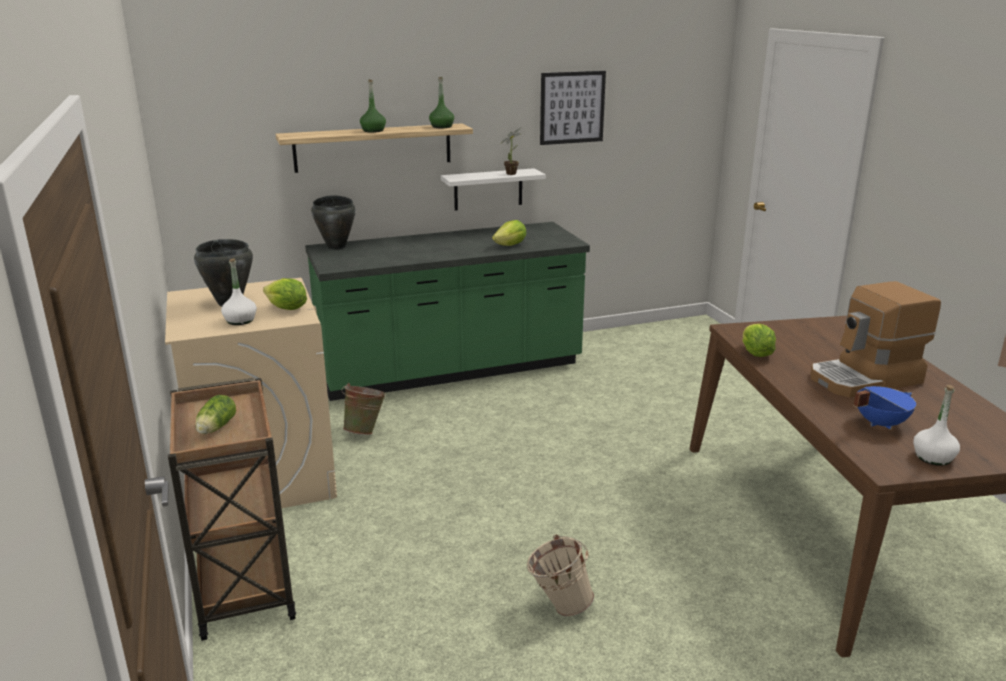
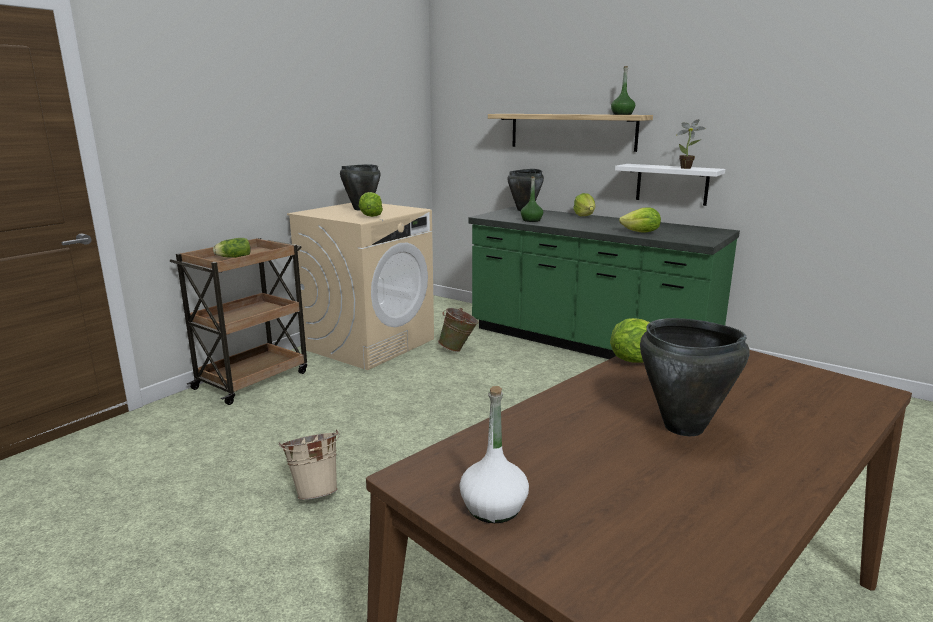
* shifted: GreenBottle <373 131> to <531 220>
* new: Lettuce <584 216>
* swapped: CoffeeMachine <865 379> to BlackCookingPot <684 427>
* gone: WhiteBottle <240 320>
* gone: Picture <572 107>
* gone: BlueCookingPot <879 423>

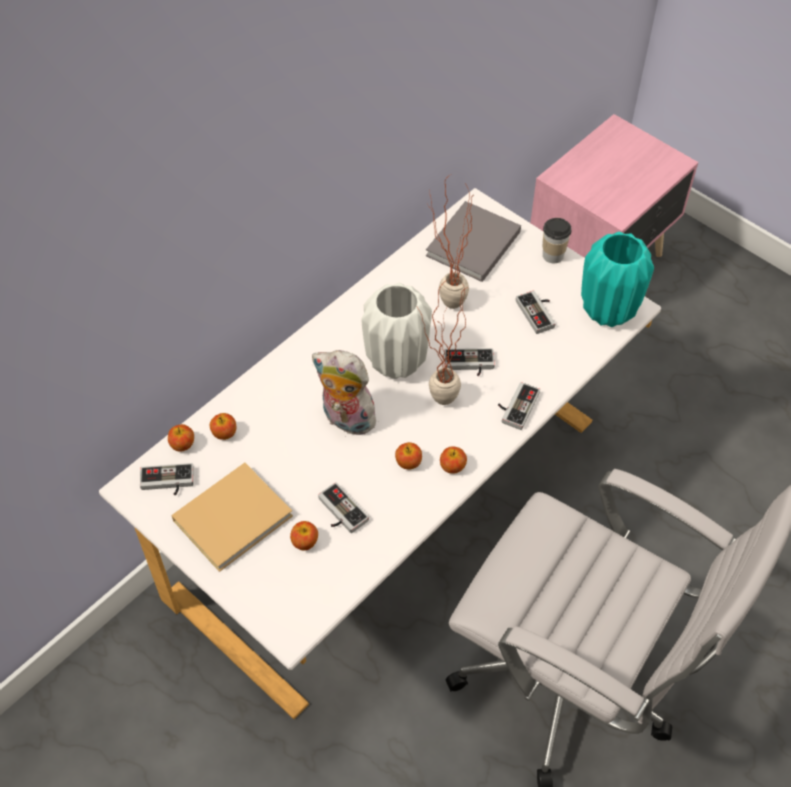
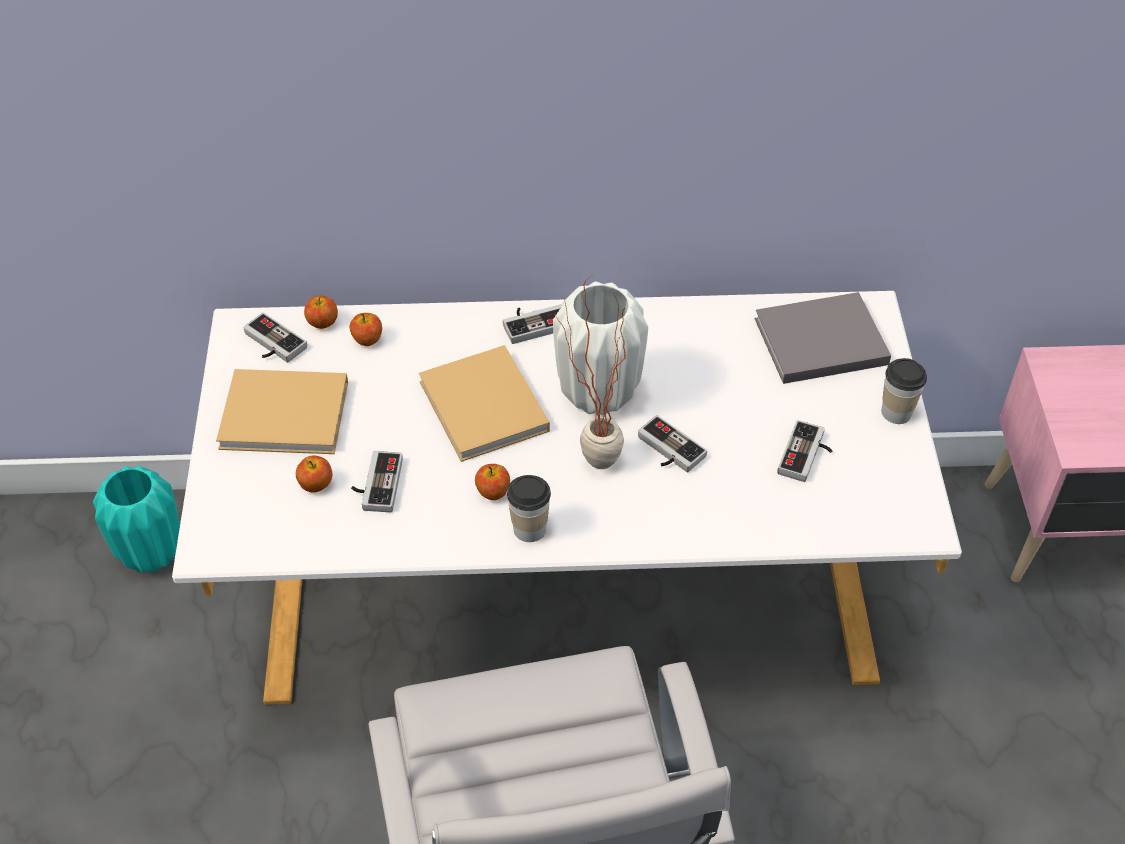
* shifted: TurquoiseVase <609 312> to <152 554>
* swapped: PlushToy <345 420> to BeigeBook <485 409>
* shifted: GameController <515 406> to <534 323>
* swapped: Apple <452 467> to Cup <529 529>
* gone: PottedPlant <443 304>

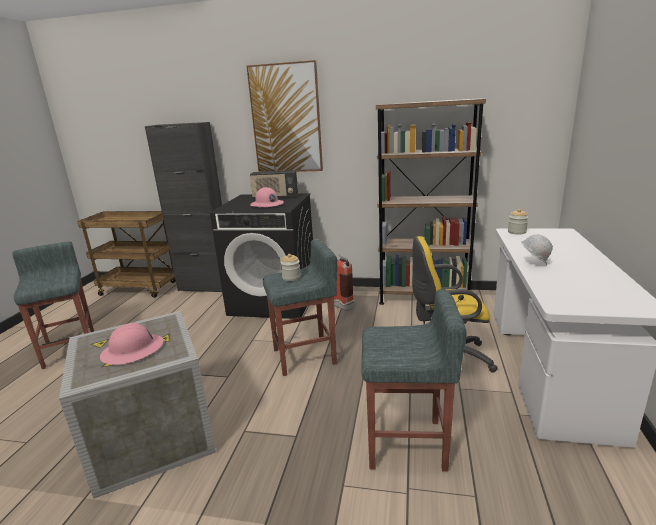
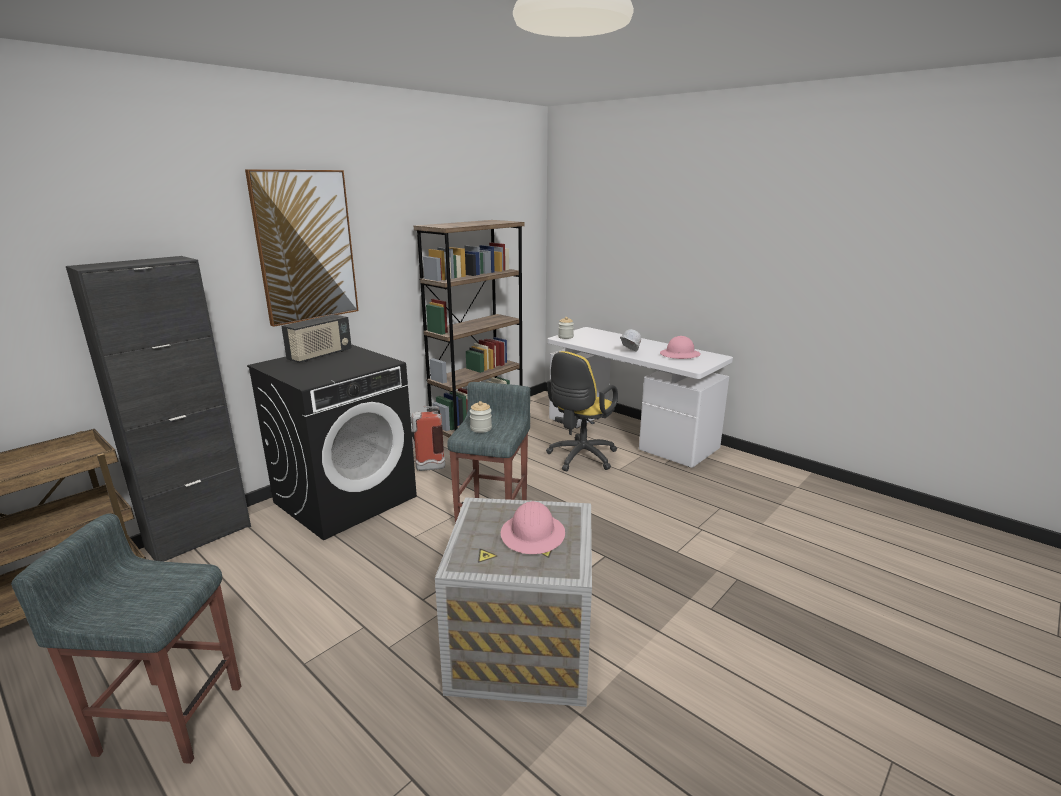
* shifted: PinkHardHat <267 204> to <680 355>
* gone: GreyStool <407 444>

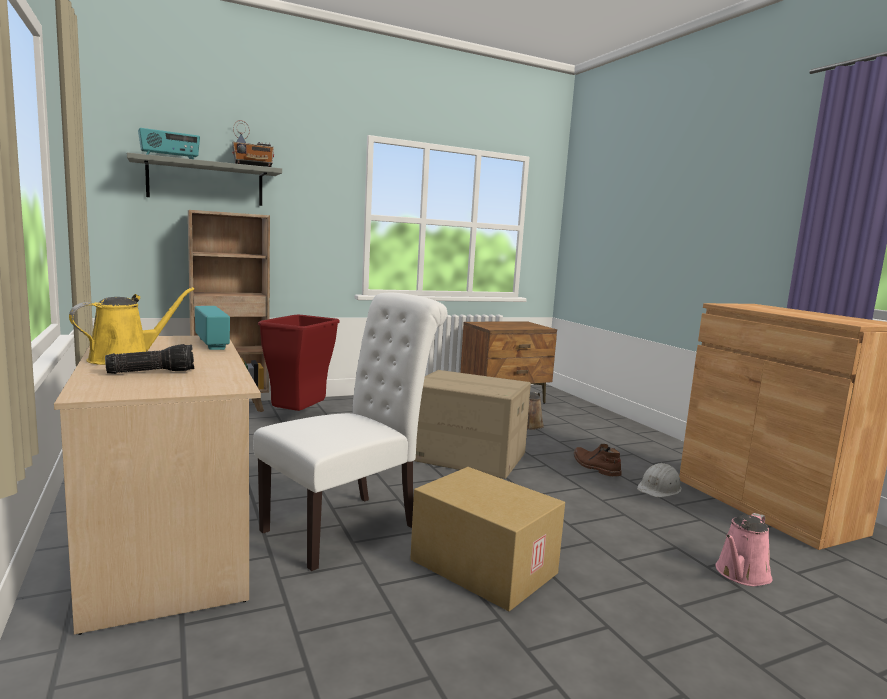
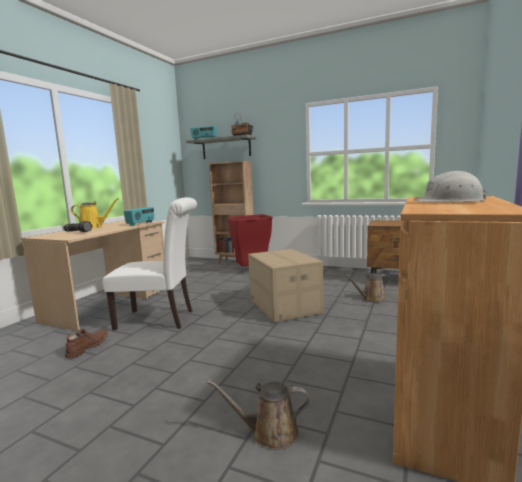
* shifted: BrownBoot <595 467> to <87 347>
* repainted: PinkWateringCan <741 574> to BrownWateringCan <269 433>
* shifted: WhiteHardHat <659 488> to <450 201>
* gone: CardboardBox <481 567>

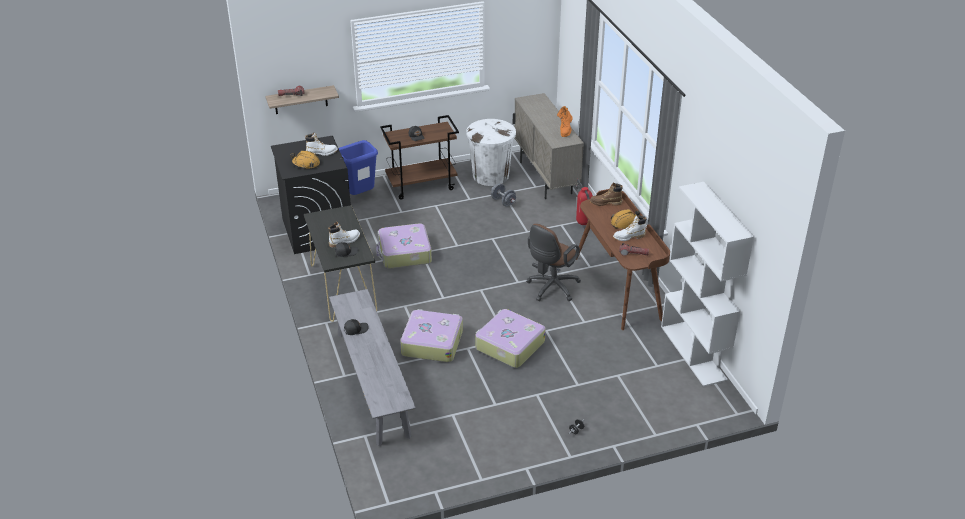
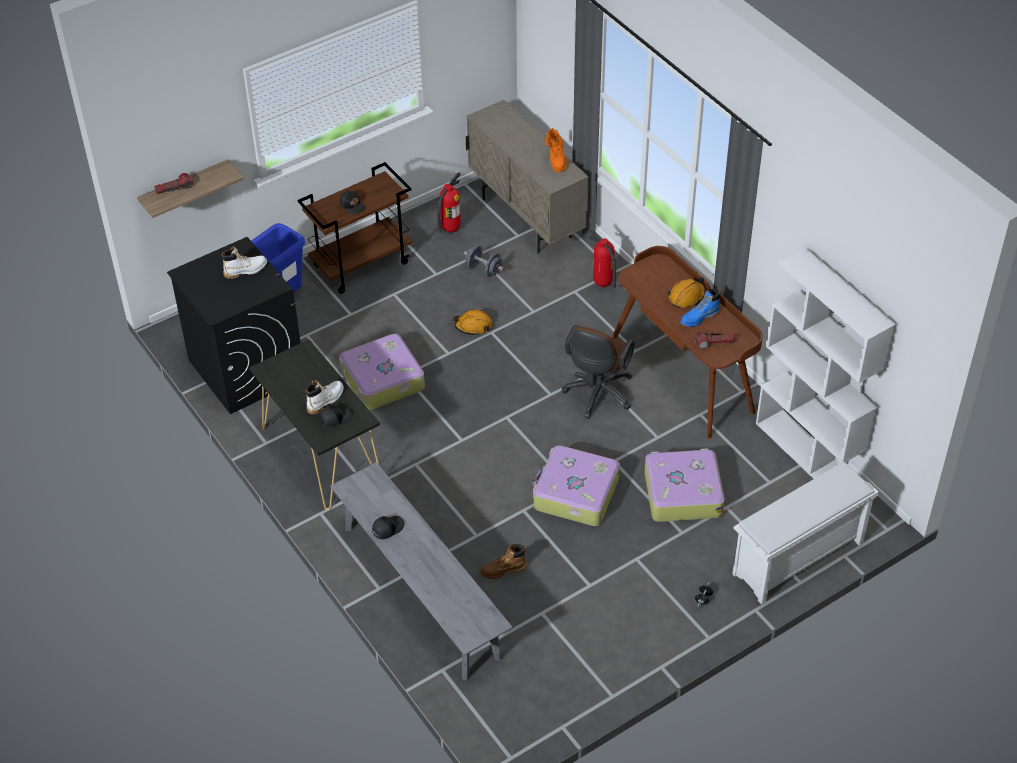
* swapped: WhiteTrashCan <490 176> to FireExtinguisher <450 229>
* shifted: OrangeHardHat <306 164> to <473 326>
* shifted: BrownBoot <605 203> to <503 570>
* shifted: Suitcase <432 342> to <682 493>
* repainted: WhiteBoot <629 237> to BlueBoot <699 318>
* new: WhiteShoeRack <797 559>

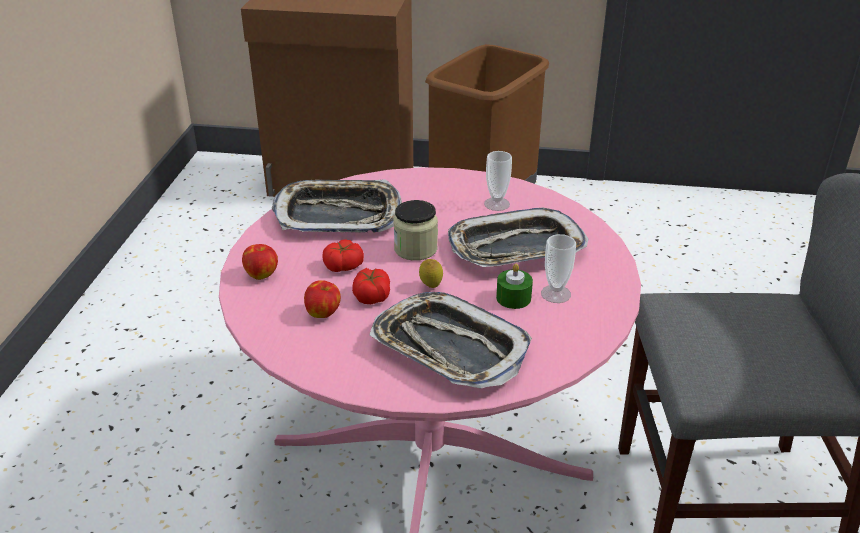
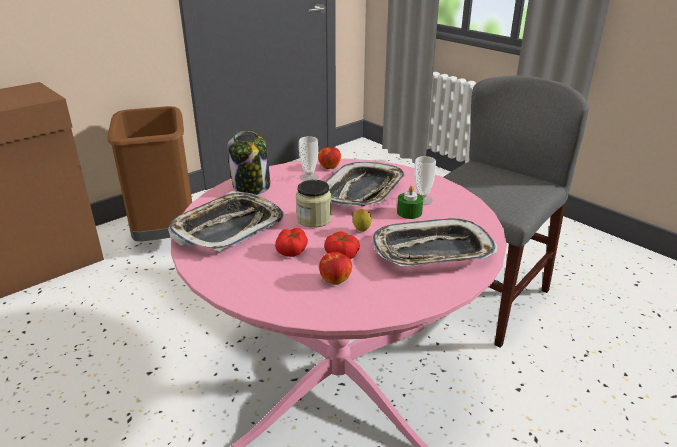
* new: Jar <252 186>
* shifted: Apple <262 274> to <329 167>

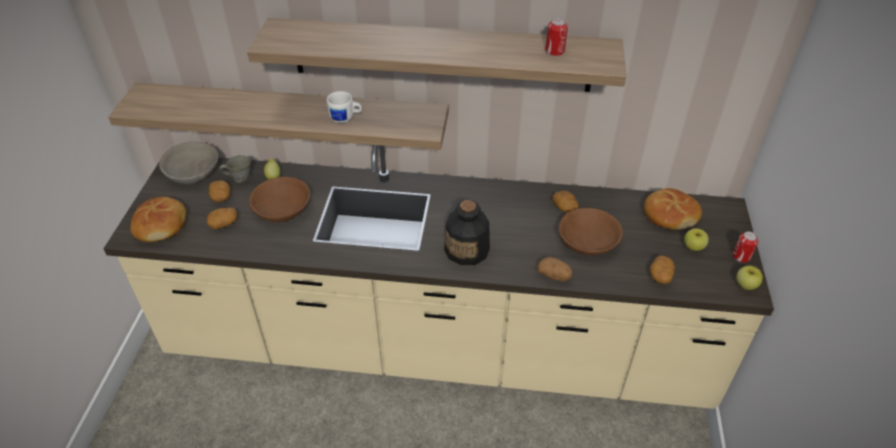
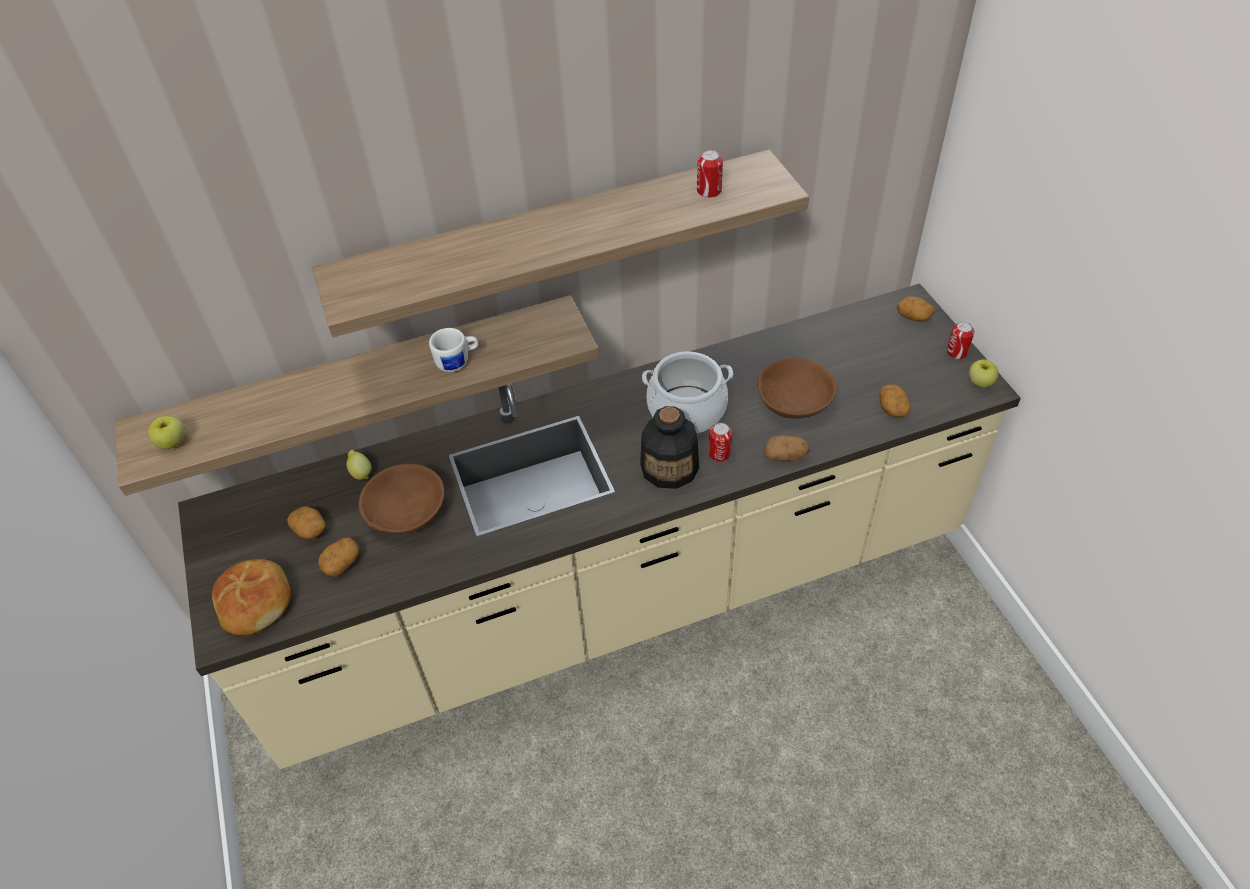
* shifted: Apple <693 247> to <173 442>
* new: CookingPot <687 410>
* new: Can <719 453>
* shifted: Potato <565 207> to <914 316>
* gone: GreyBowl <193 172>
* gone: GreyMug <240 179>
* gone: Bread <669 215>

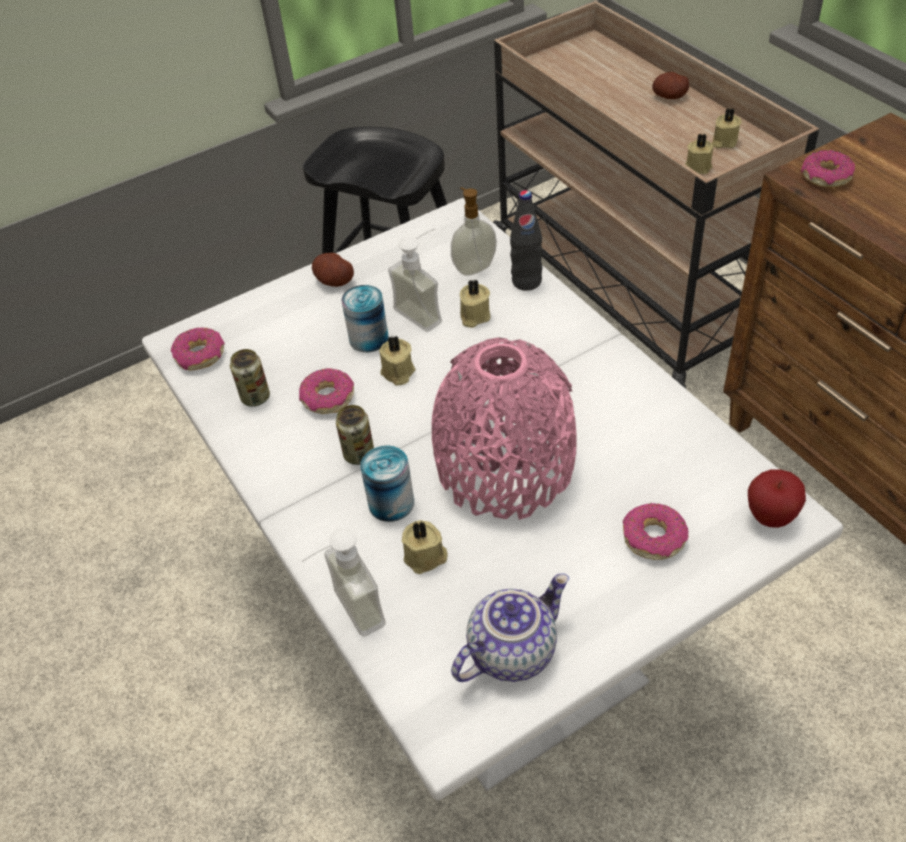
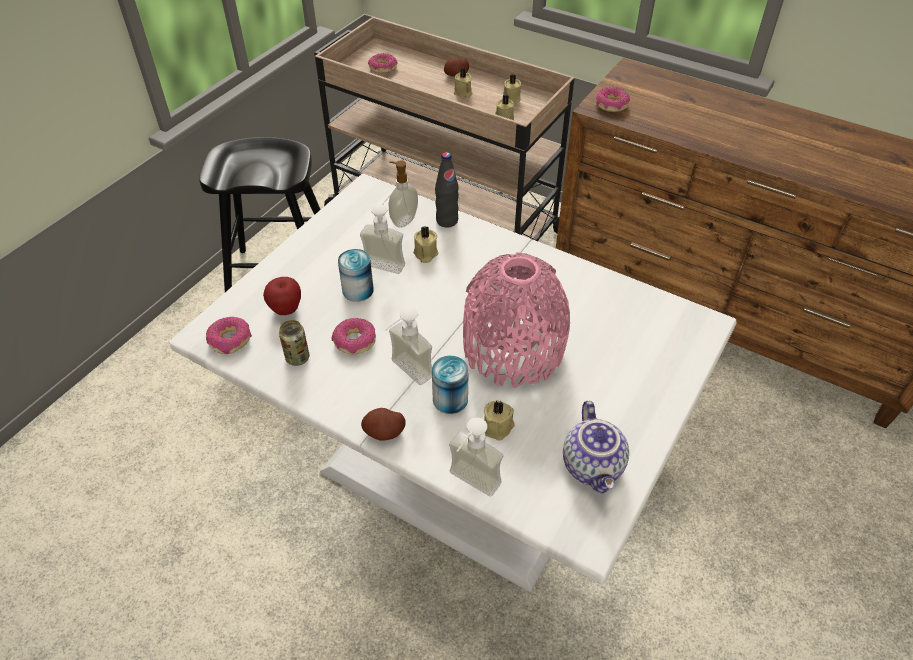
* shifted: Apple <770 517> to <286 310>
* shifted: Potato <334 281> to <384 432>
* shifted: Donut <653 538> to <383 68>
* swapped: Can <359 454> to SoapDispenser <404 374>
* shifted: BeigeCandle <397 373> to <463 92>
* rotated: Teapot <511 650> = <594 466> 150 degrees clockwise

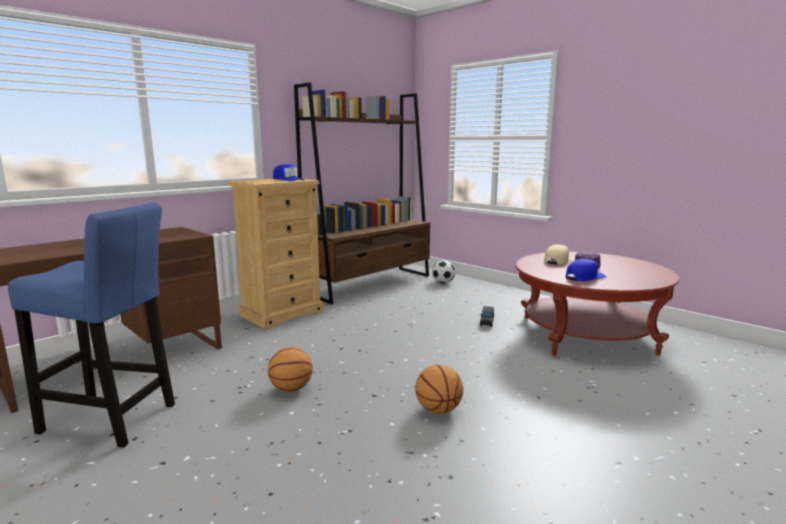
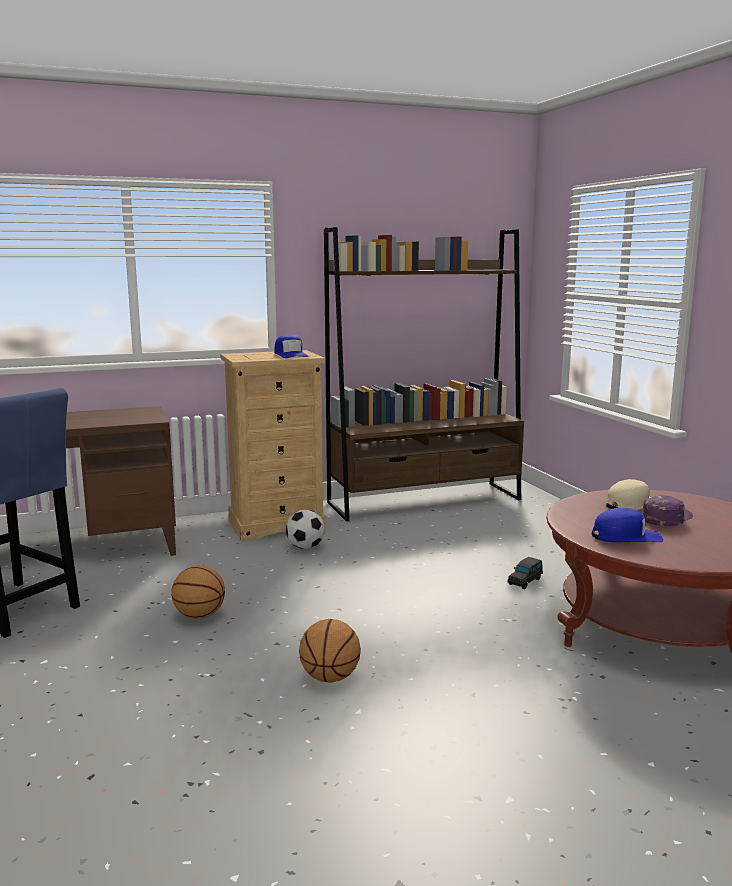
* shifted: Football <443 282> to <305 547>

